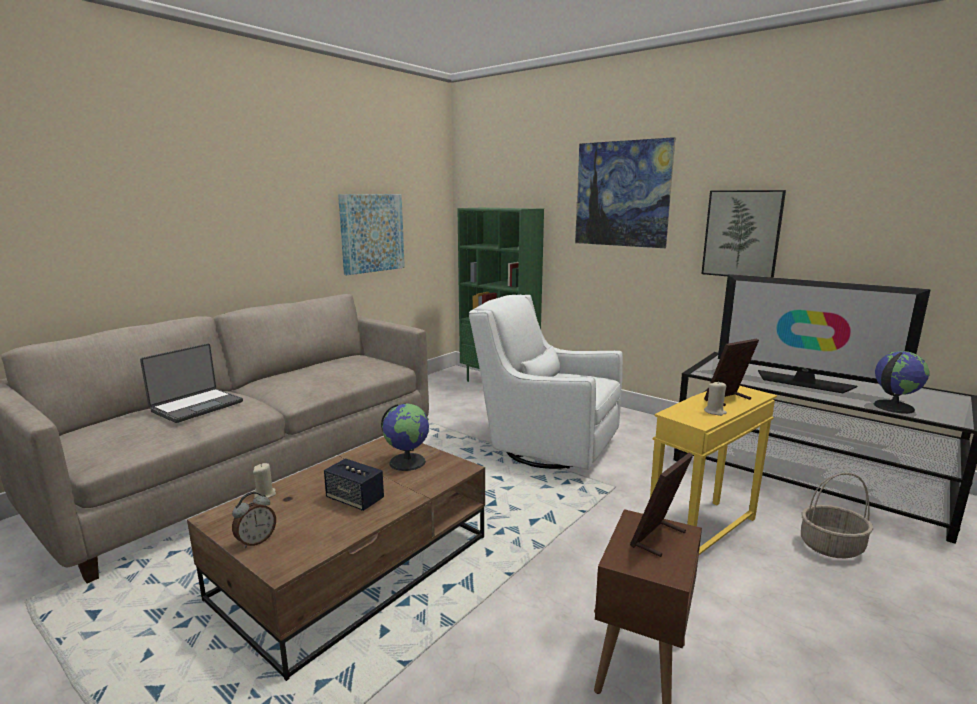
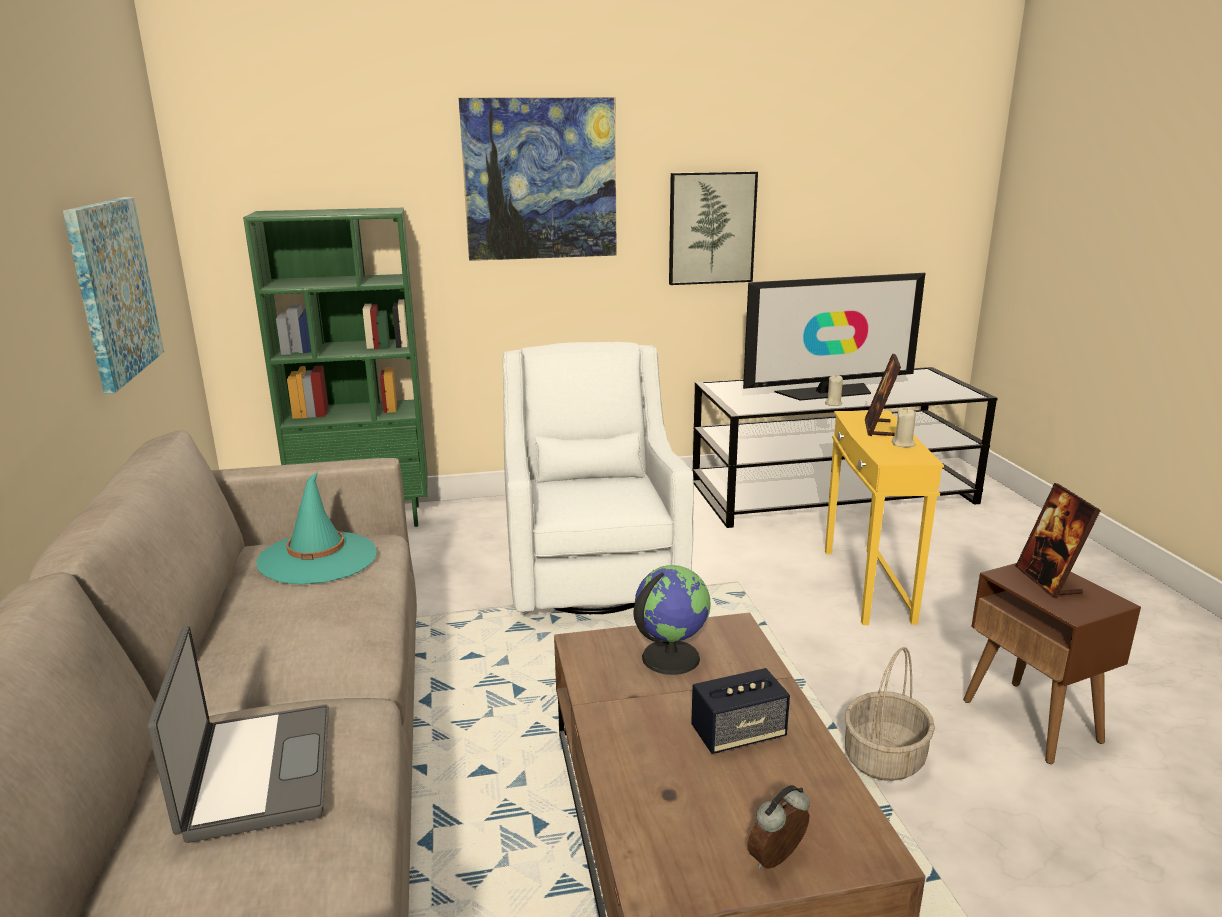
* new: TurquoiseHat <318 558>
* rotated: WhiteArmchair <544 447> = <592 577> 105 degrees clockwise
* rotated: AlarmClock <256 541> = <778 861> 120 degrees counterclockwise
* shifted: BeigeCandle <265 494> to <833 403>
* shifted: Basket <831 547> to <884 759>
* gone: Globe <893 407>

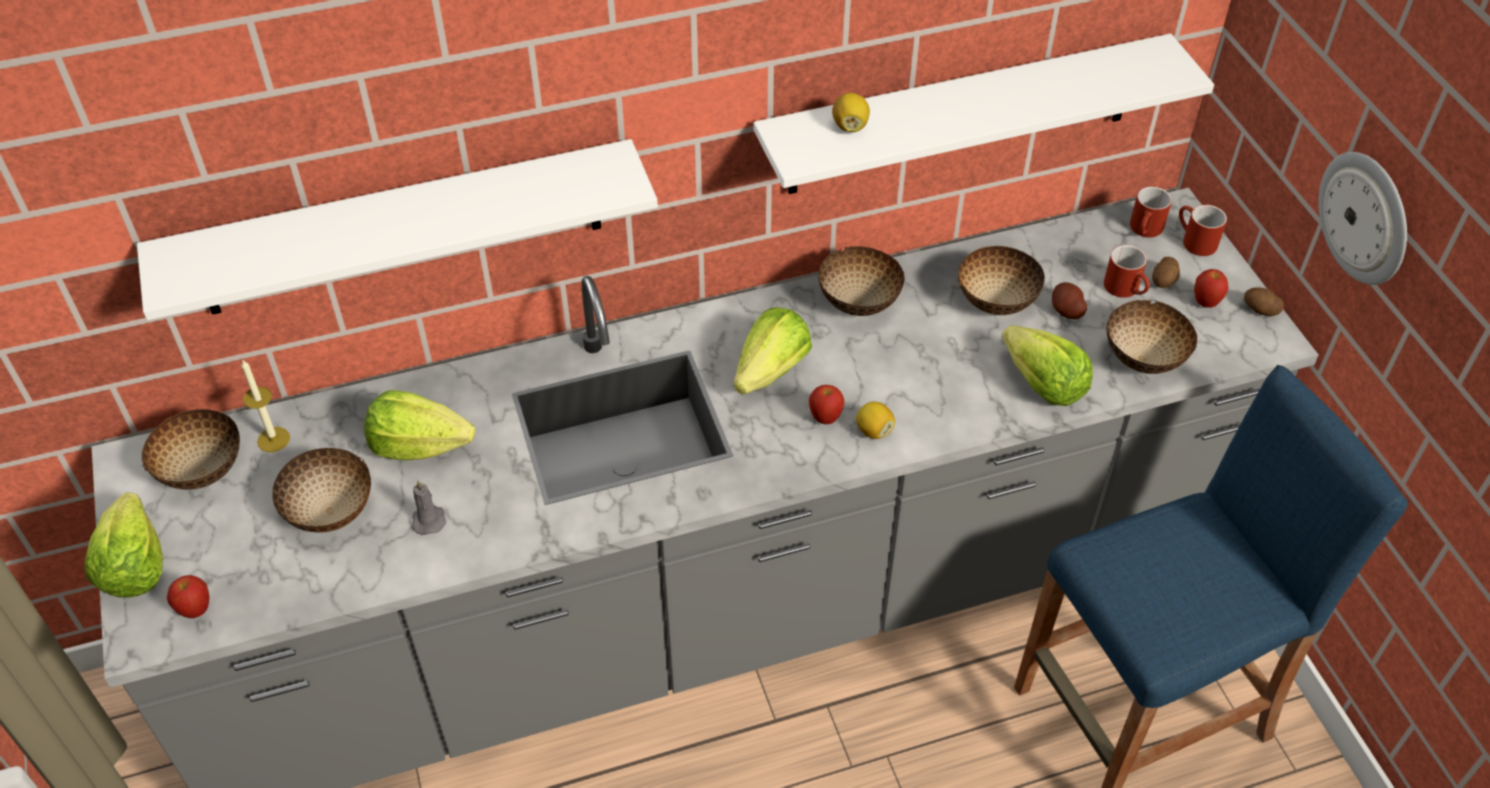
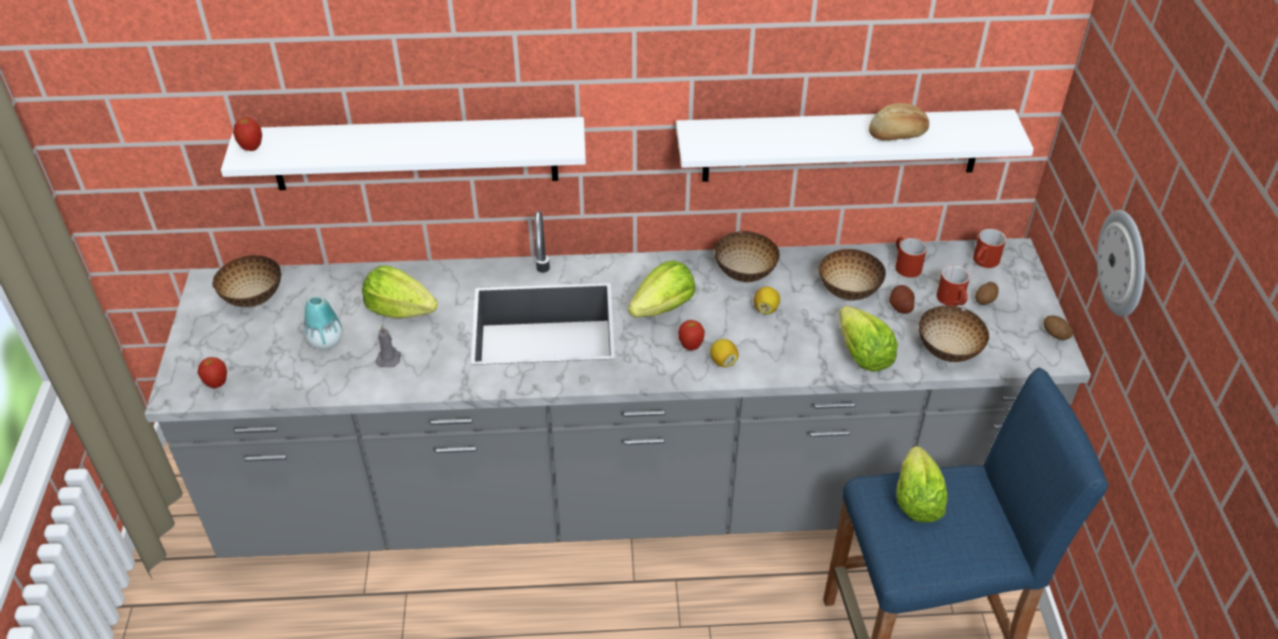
* shifted: Apple <1205 303> to <251 148>
* swapped: Bowl <330 513> to Vase <326 341>
* shifted: Lemon <850 126> to <766 309>
* new: Bread <898 135>
* shifted: RedMug <1193 241> to <904 265>
* shifted: Lettuce <134 566> to <916 500>
* gone: Candle <273 439>

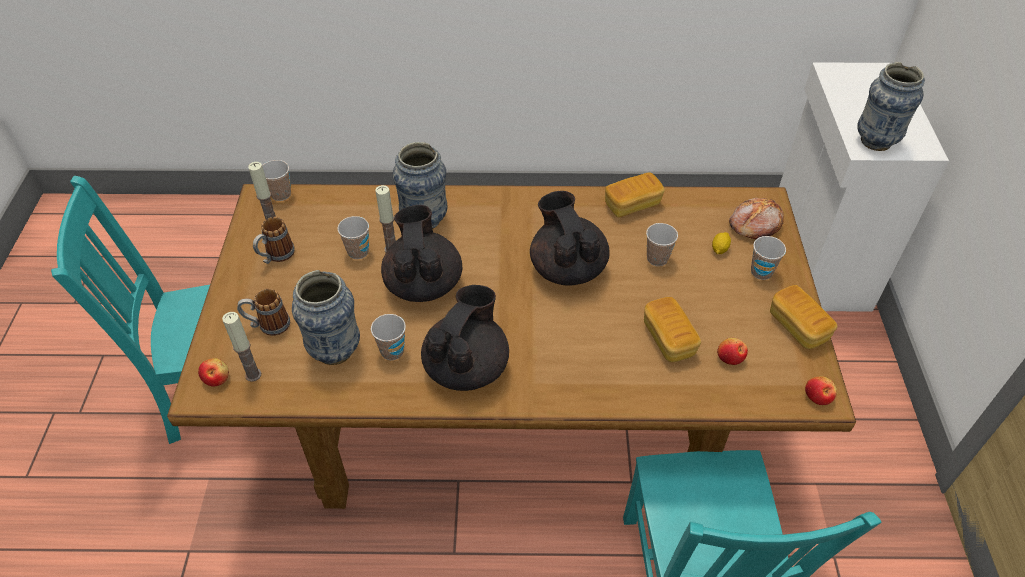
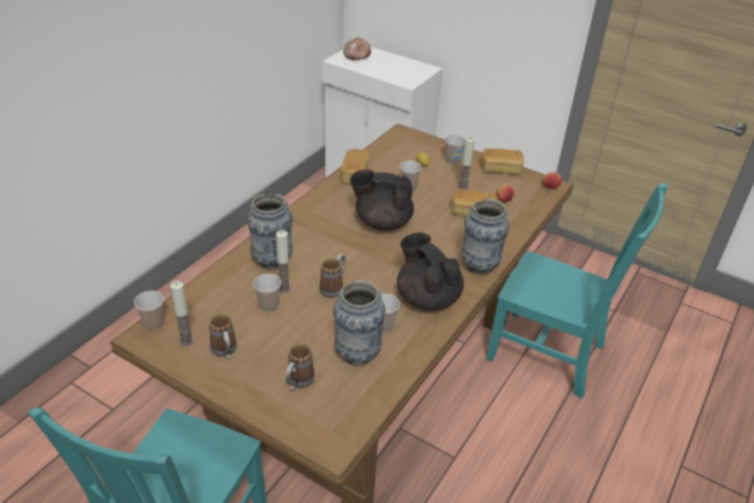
* swapped: BlackTeapot <423 283> to Mug <334 287>
* shifted: Bread <754 224> to <356 55>
* shifted: Candle <253 375> to <463 189>
* shifted: Vase <875 141> to <479 266>
* gone: Apple <216 378>

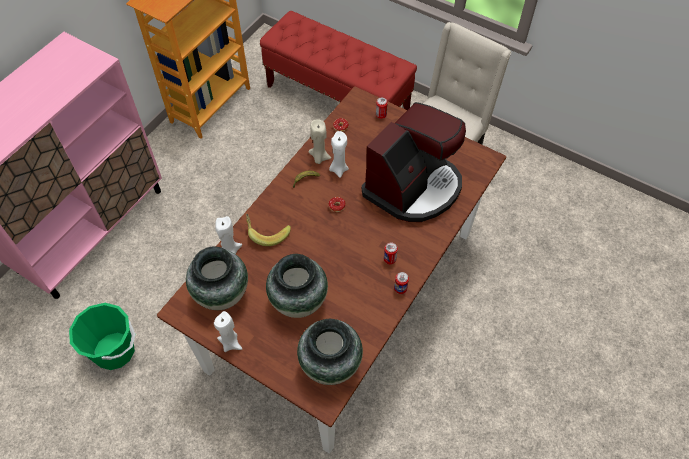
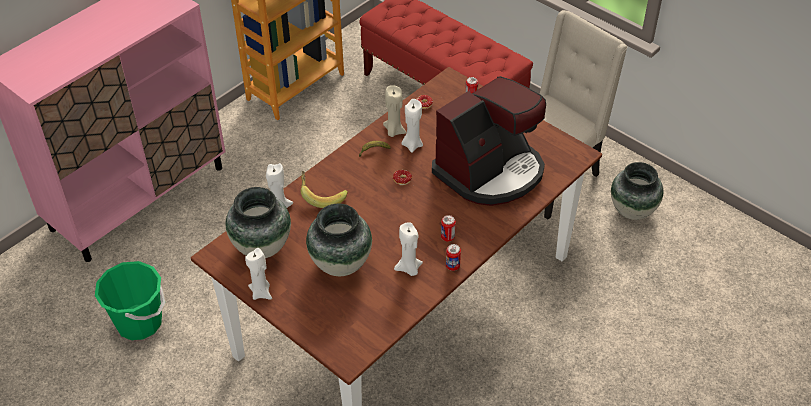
* new: WhiteCandle <409 269>
* shifted: Vase <331 365> to <633 211>

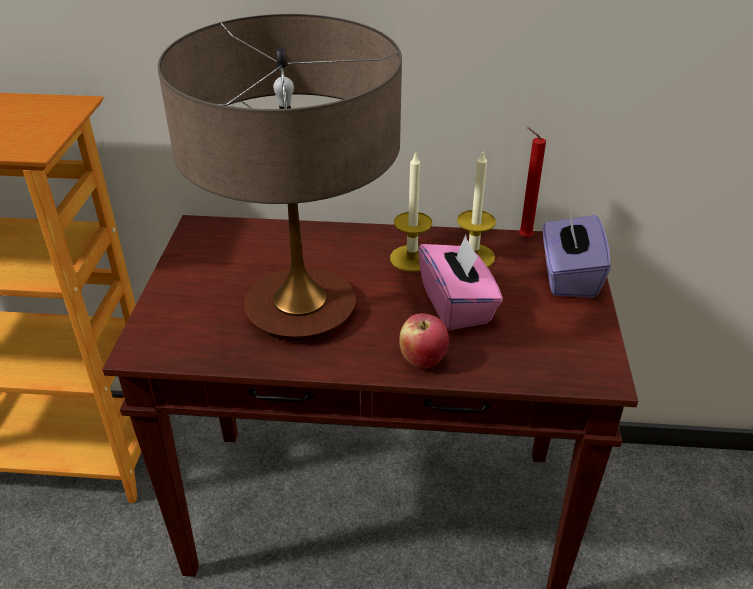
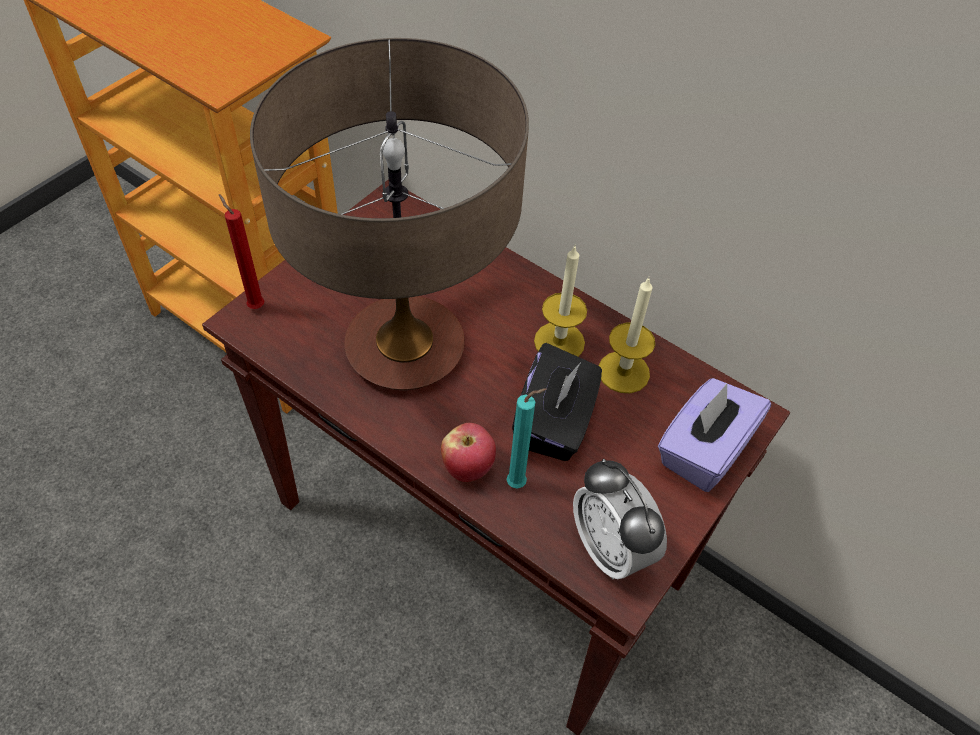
* shifted: RedCandle <522 237> to <255 305>
* new: TurquoiseCandle <519 483>
* repainted: PinkTissueBox <457 305> to BlackTissueBox <554 423>
* new: AlarmClock <610 548>

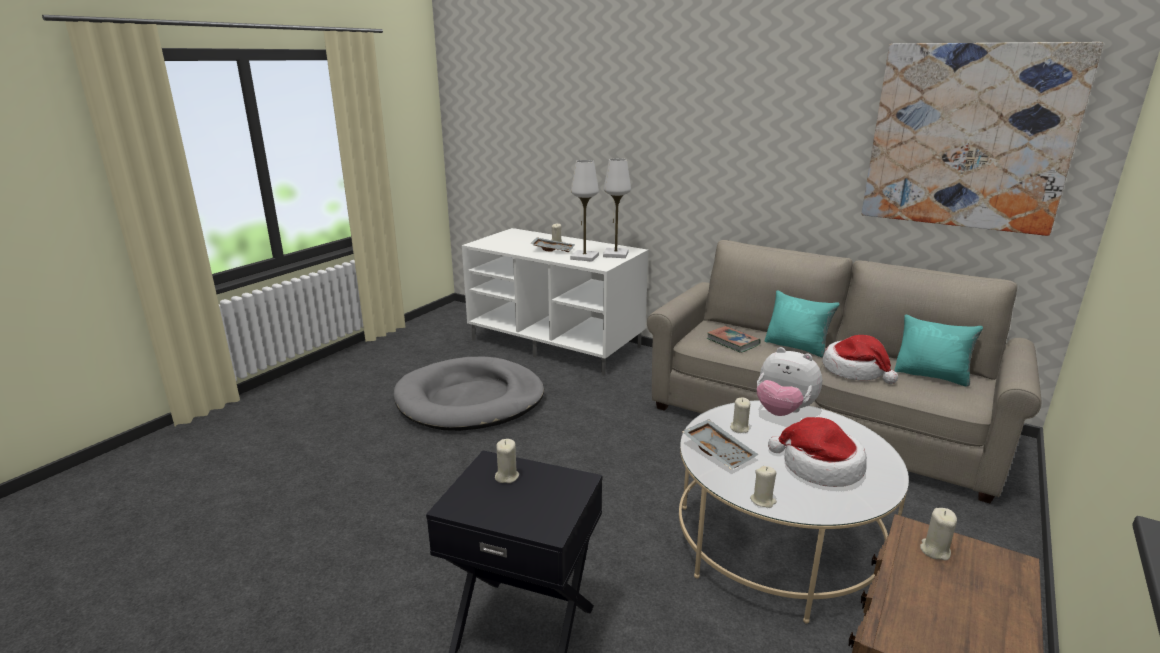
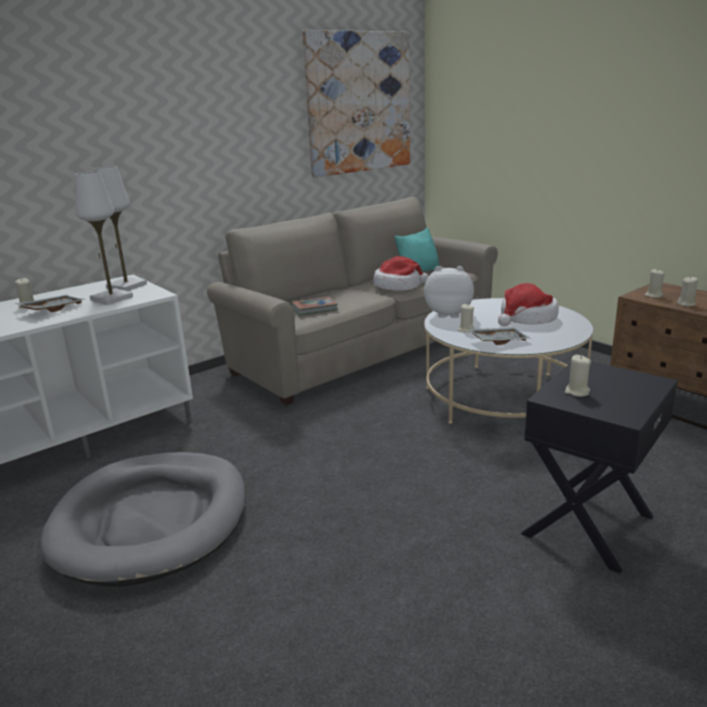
* rotated: PlushToy <783 412> = <448 314> 135 degrees counterclockwise
* shifted: BeigeCandle <763 500> to <686 304>
* gone: TurquoisePillow <797 347>

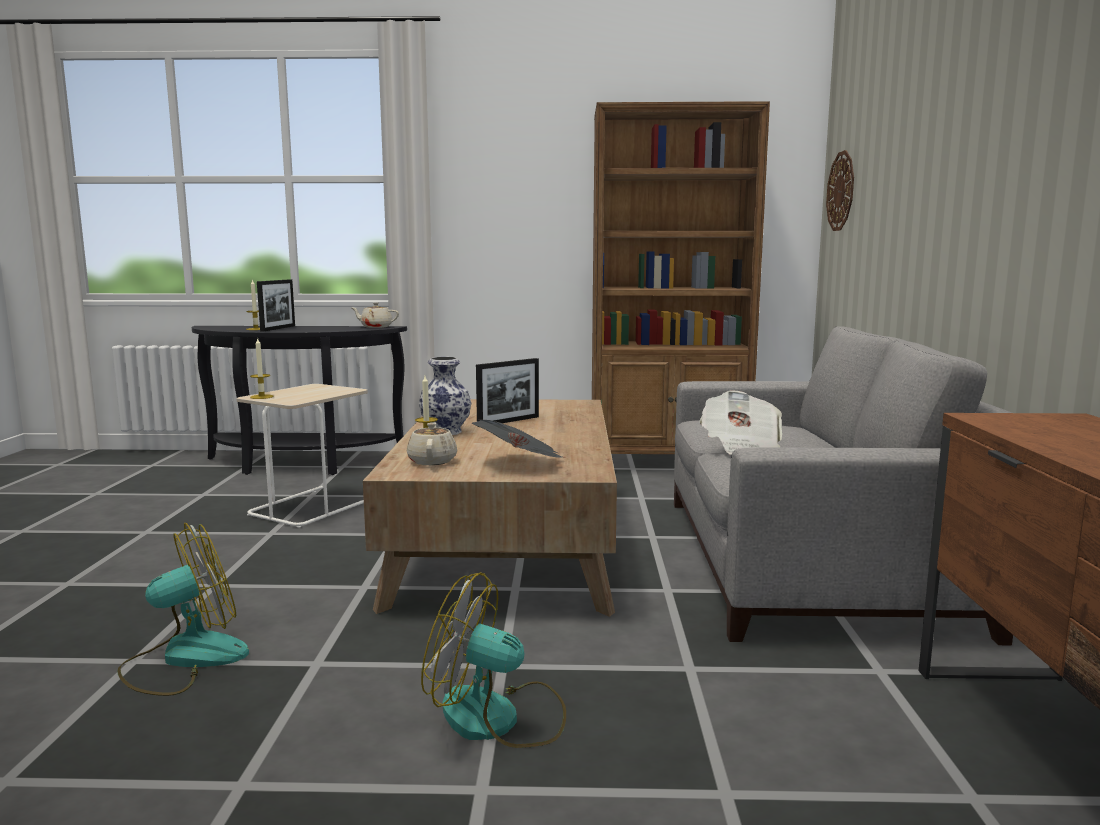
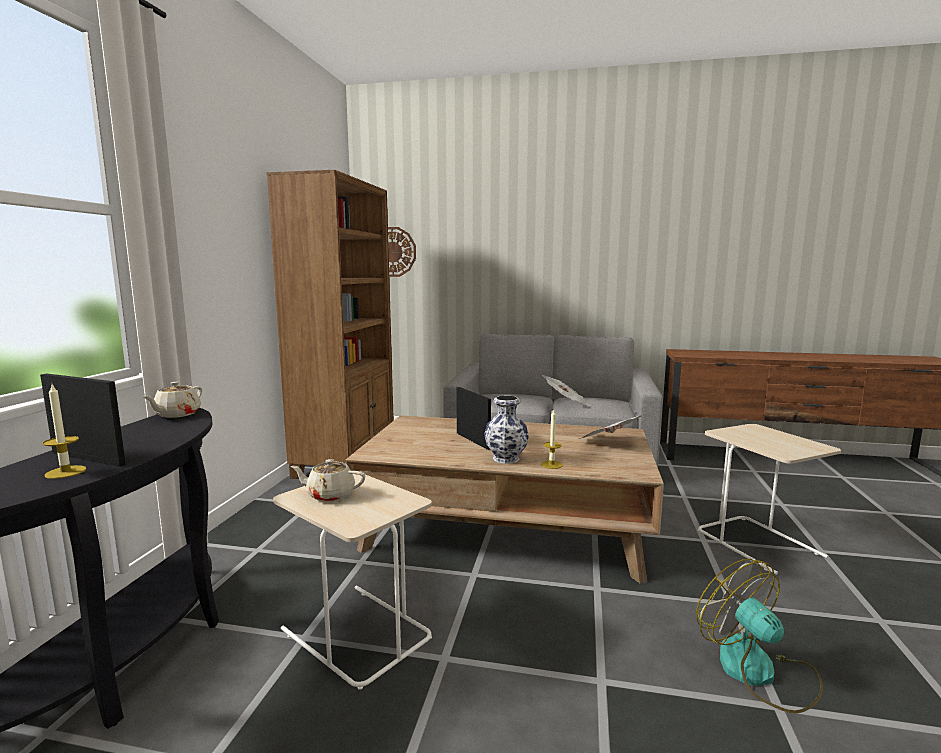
* shifted: BeigeTeapot <432 461> to <330 495>
* swapped: Fan <498 718> to BeigeSideTable <759 544>
* gone: Candle <261 397>

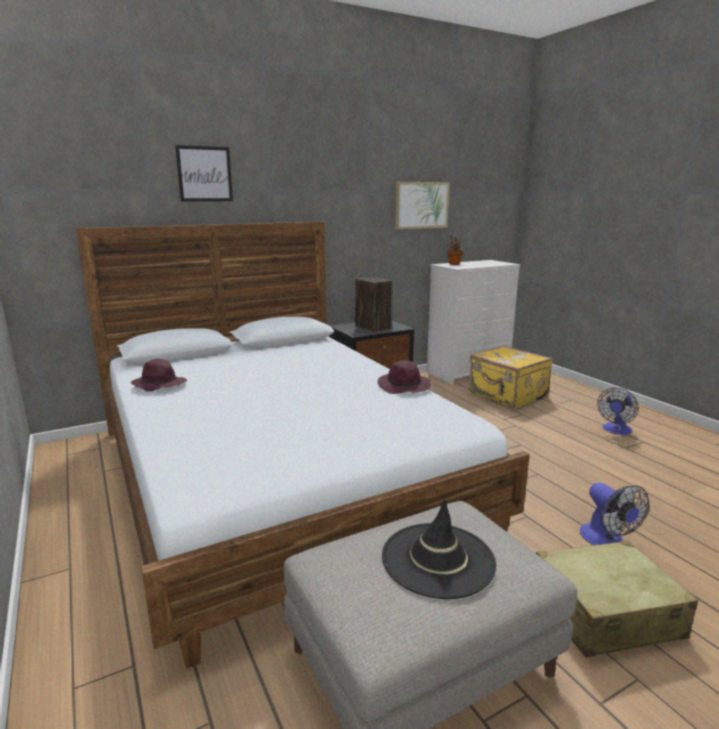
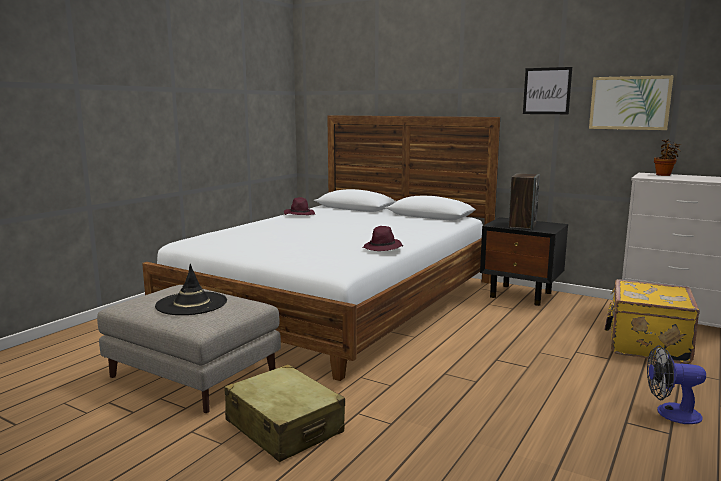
* shifted: Picture <204 174> to <547 91>
* gone: Fan <606 540>

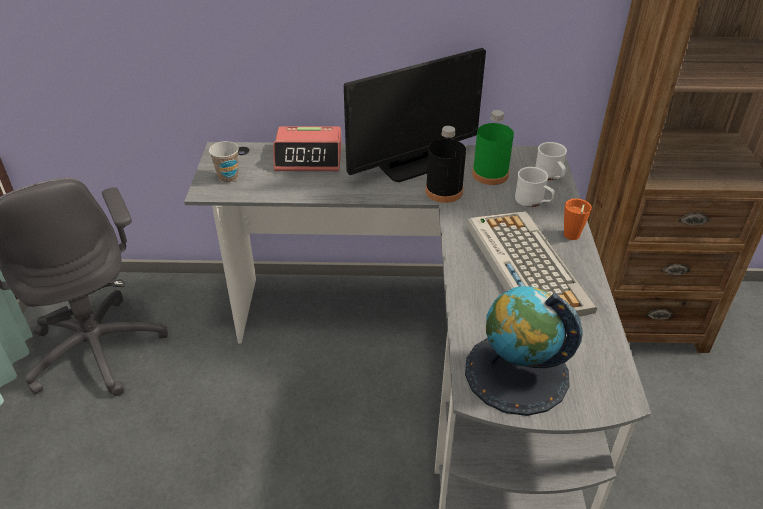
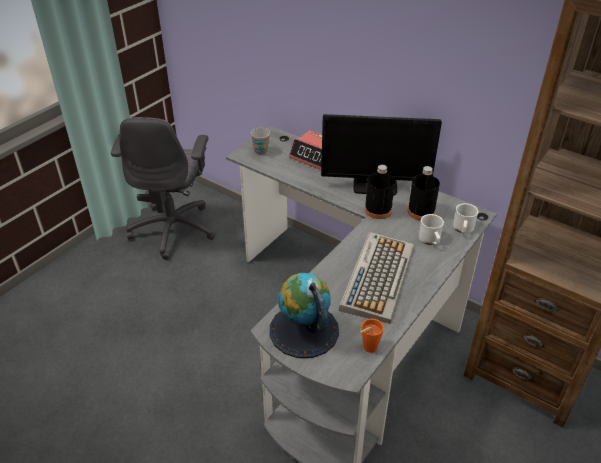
* shifted: OrangeCup <571 237> to <367 348>
* repainted: GreenBottle <490 174> to BlackBottle <421 212>

